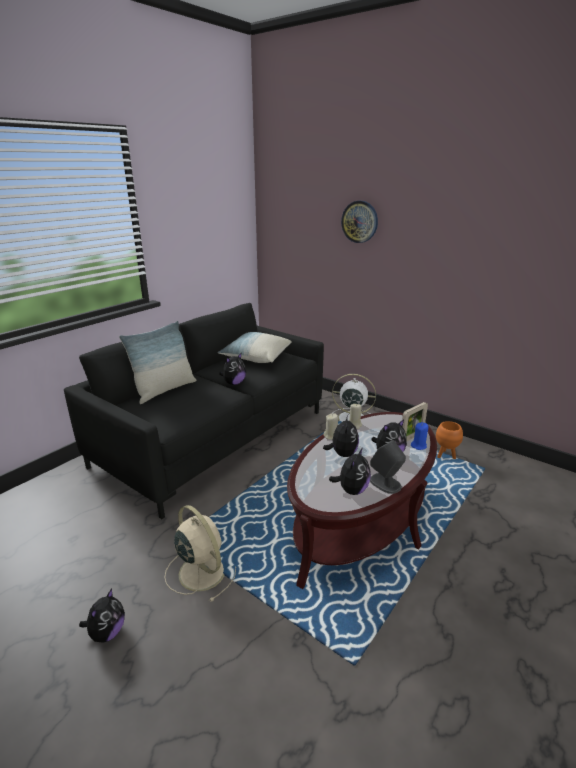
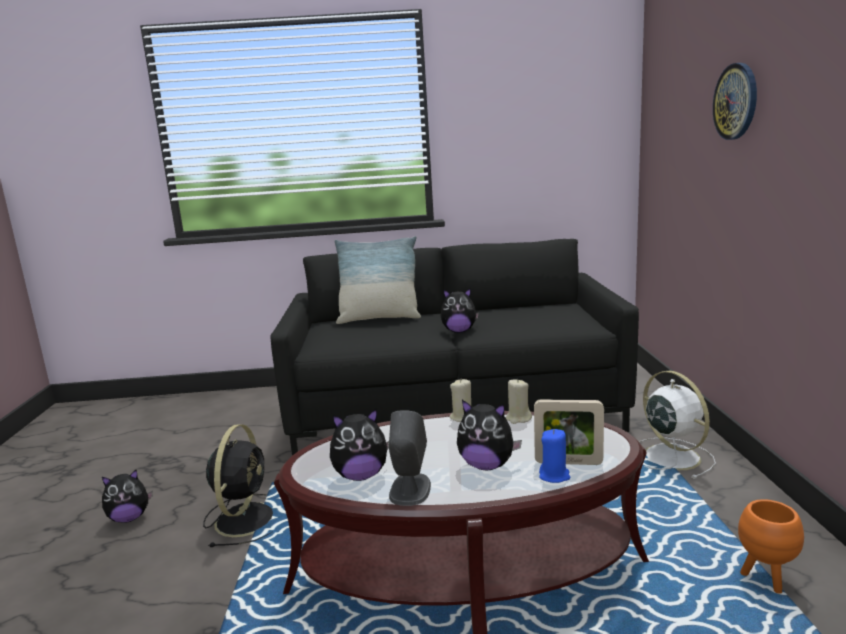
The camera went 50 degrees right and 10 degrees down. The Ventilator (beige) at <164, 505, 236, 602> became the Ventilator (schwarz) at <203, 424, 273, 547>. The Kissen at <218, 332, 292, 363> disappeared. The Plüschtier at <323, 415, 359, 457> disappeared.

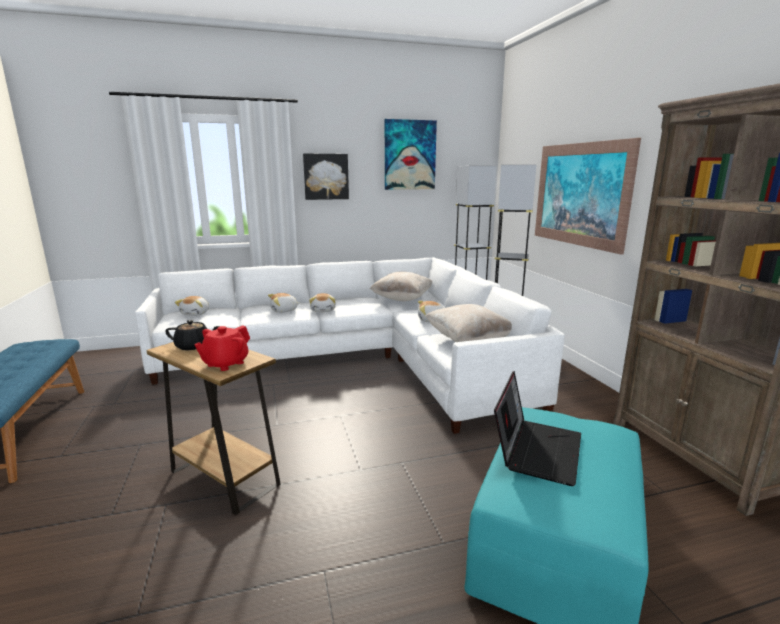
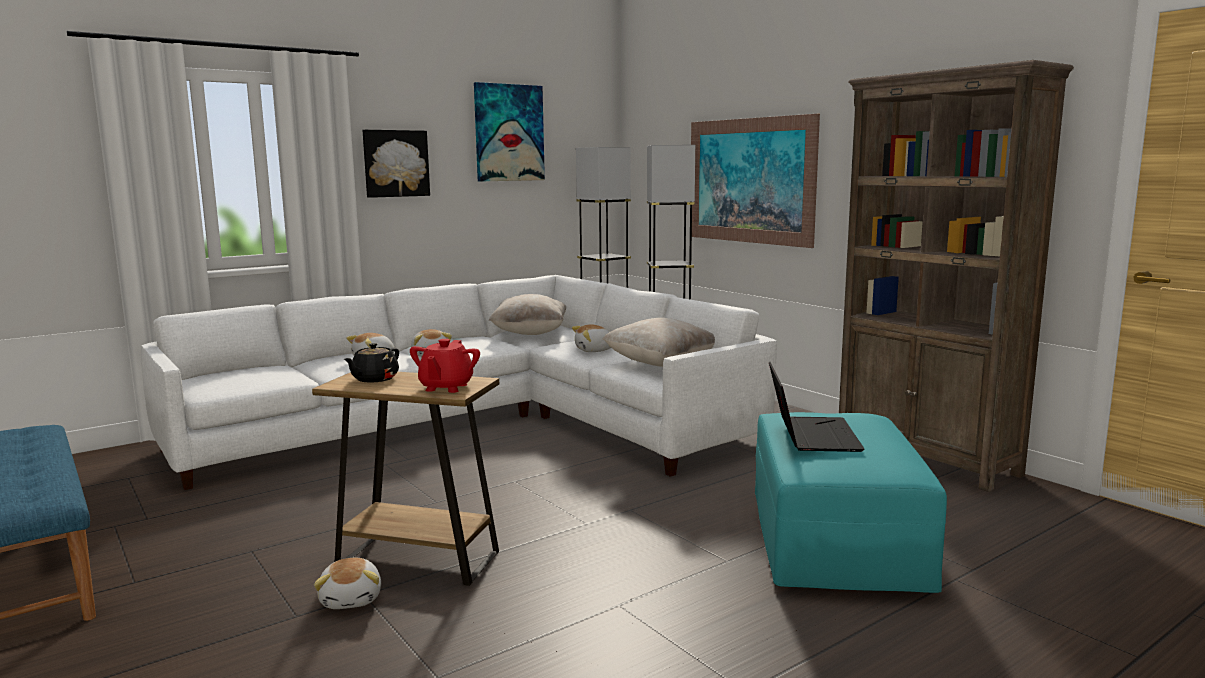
The camera went 20 degrees left and 5 degrees down. The Plüschtier moved from <175, 296, 209, 316> to <314, 558, 381, 609>. The Teekanne (schwarz) at <165, 320, 220, 351> turned 135 degrees clockwise.

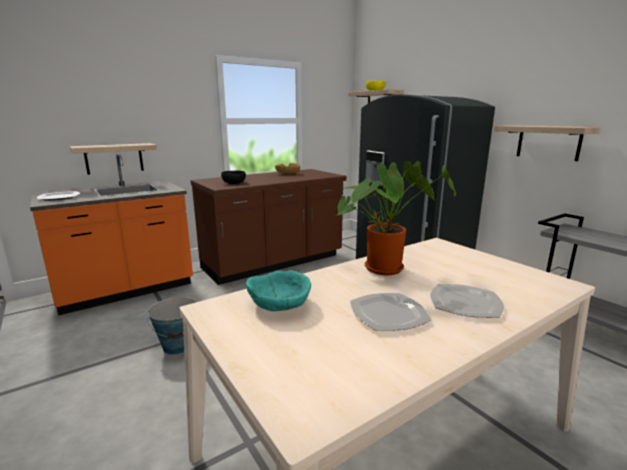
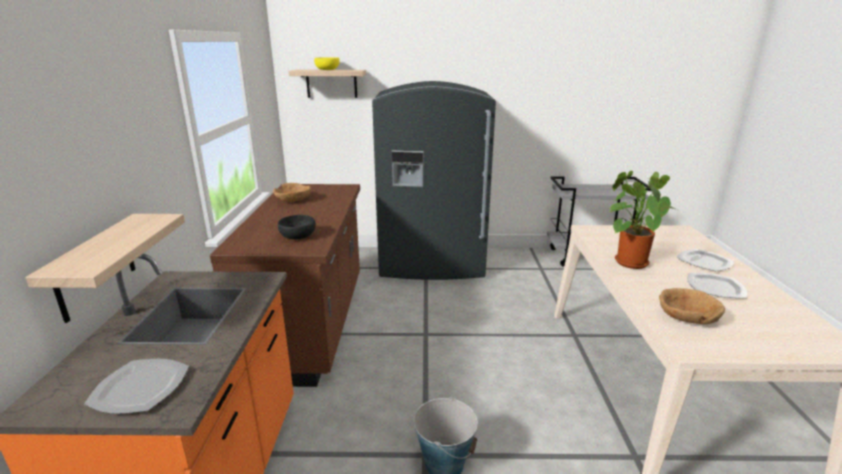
The camera went 55 degrees left and 5 degrees up. The Schüssel (türkis) at <246, 270, 311, 311> became the Schüssel (braun) at <659, 288, 725, 324>. The Wandregal at <494, 125, 600, 161> disappeared.

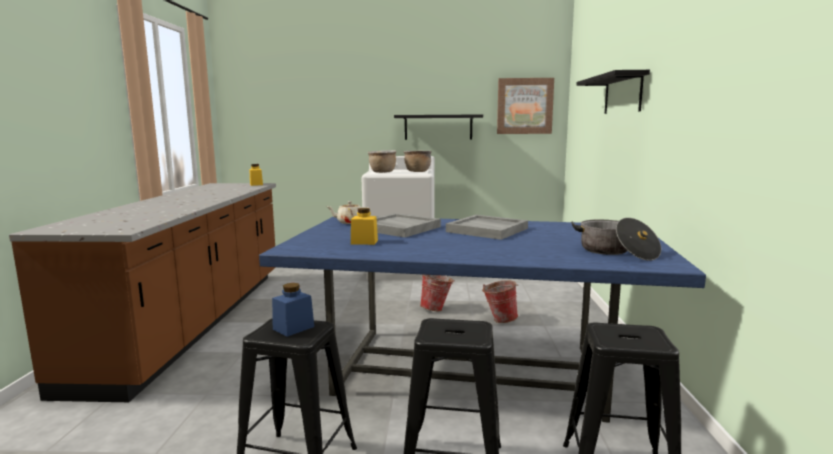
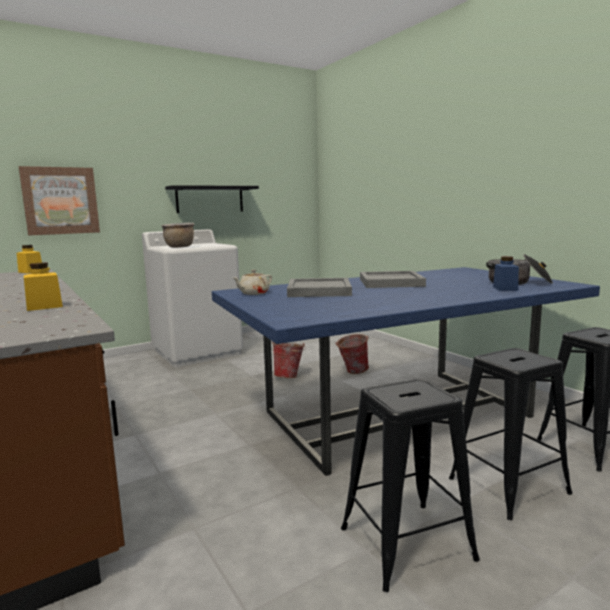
The camera went 35 degrees left and 0 degrees up. The Bild moved from <497, 78, 554, 134> to <19, 166, 100, 236>. The Vorratsglas (gelb) moved from <351, 208, 378, 245> to <24, 263, 63, 311>. The Vorratsglas (blau) moved from <272, 283, 314, 337> to <493, 256, 519, 291>. The Kochtopf (braun) at <403, 151, 432, 172> disappeared. The Wandregal (schwarz) at <576, 70, 650, 114> disappeared.

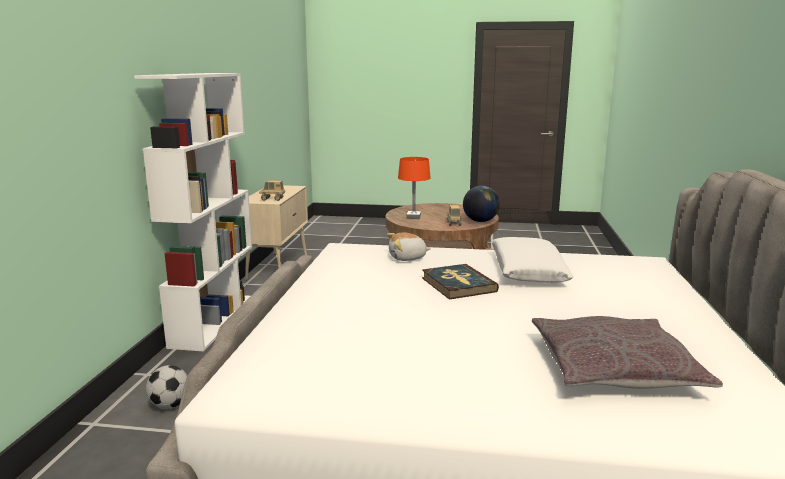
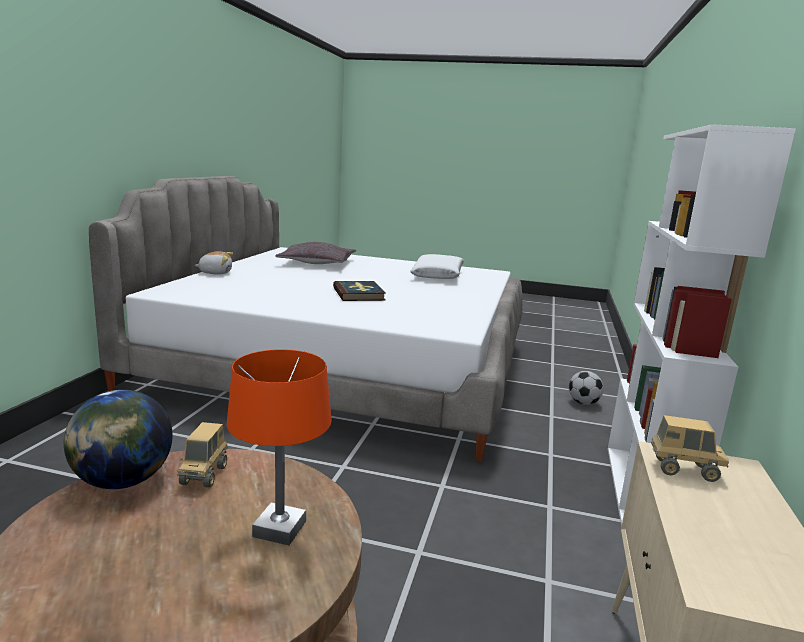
The camera went 175 degrees left and 0 degrees up. The Plüschtier moved from <387, 233, 431, 261> to <194, 251, 233, 274>. The Kissen (weiß) moved from <492, 237, 573, 283> to <410, 254, 464, 279>.

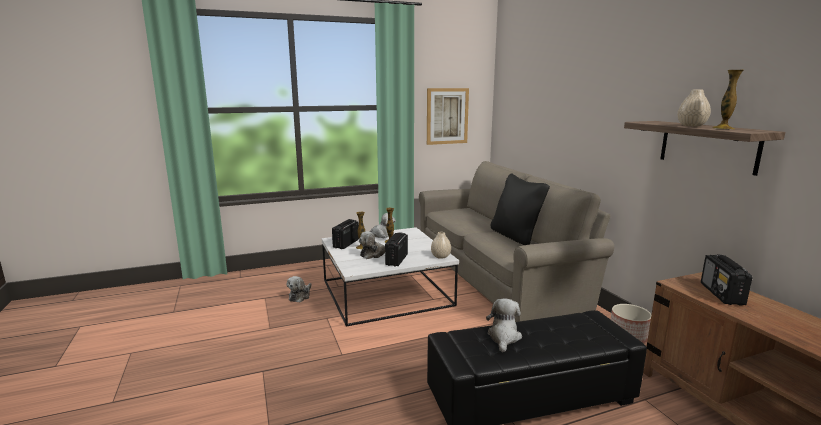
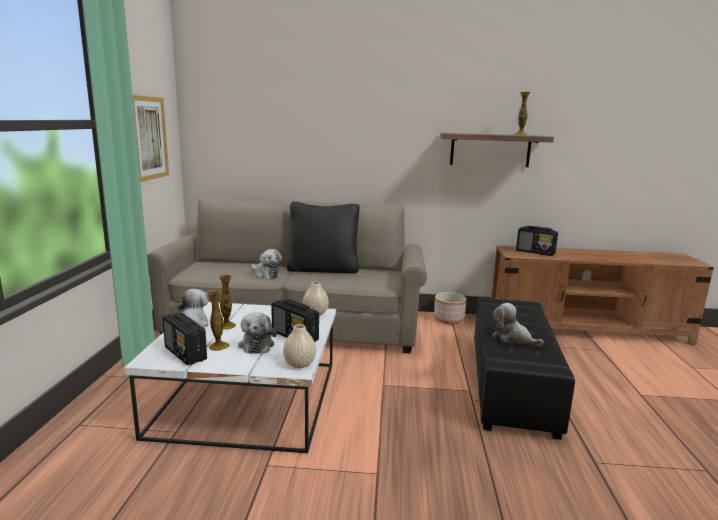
The camera went 65 degrees left and 0 degrees up. The Plüschtier moved from <287, 276, 311, 303> to <251, 249, 282, 279>. The Vase (beige) moved from <678, 89, 711, 126> to <283, 324, 316, 368>.

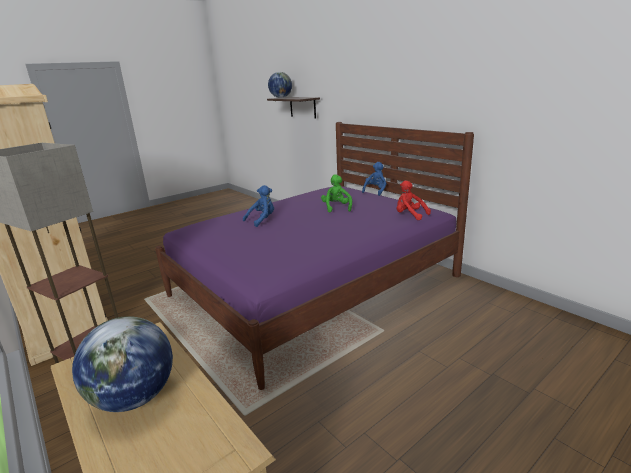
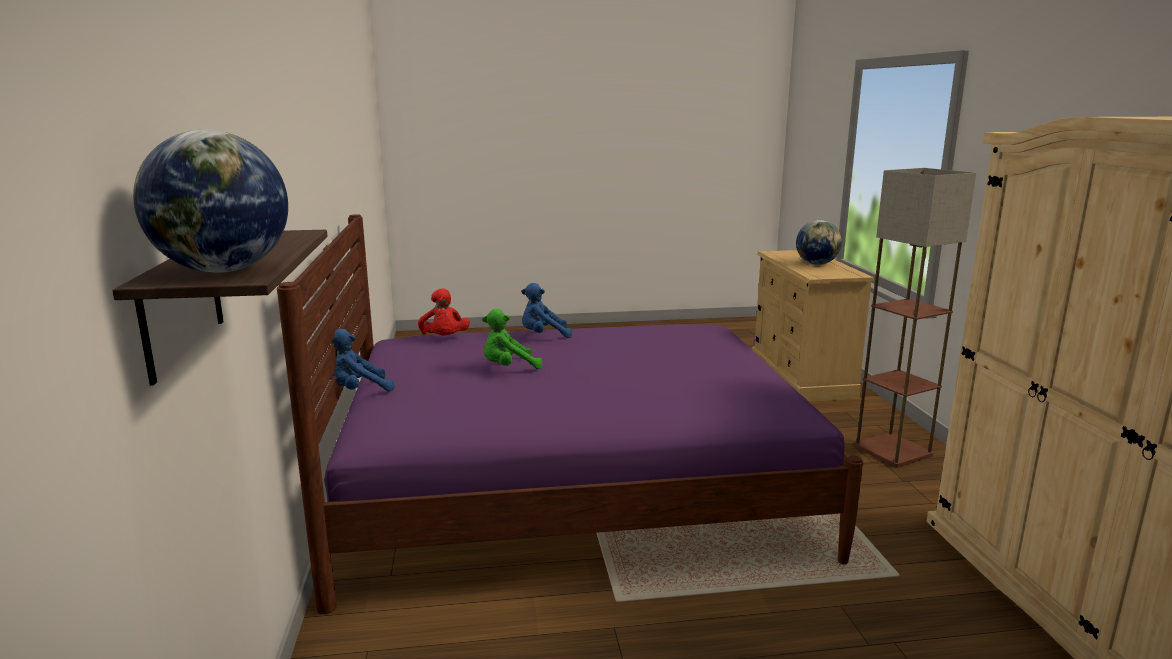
The camera went 150 degrees left and 5 degrees down. The Plüschtier (grün) at <321, 174, 352, 212> turned 45 degrees clockwise. The Plüschtier (blau) moved from <243, 185, 274, 227> to <521, 283, 572, 338>.

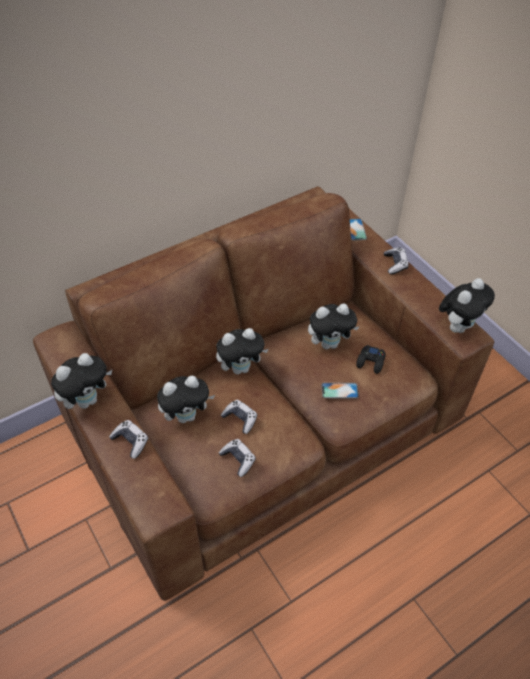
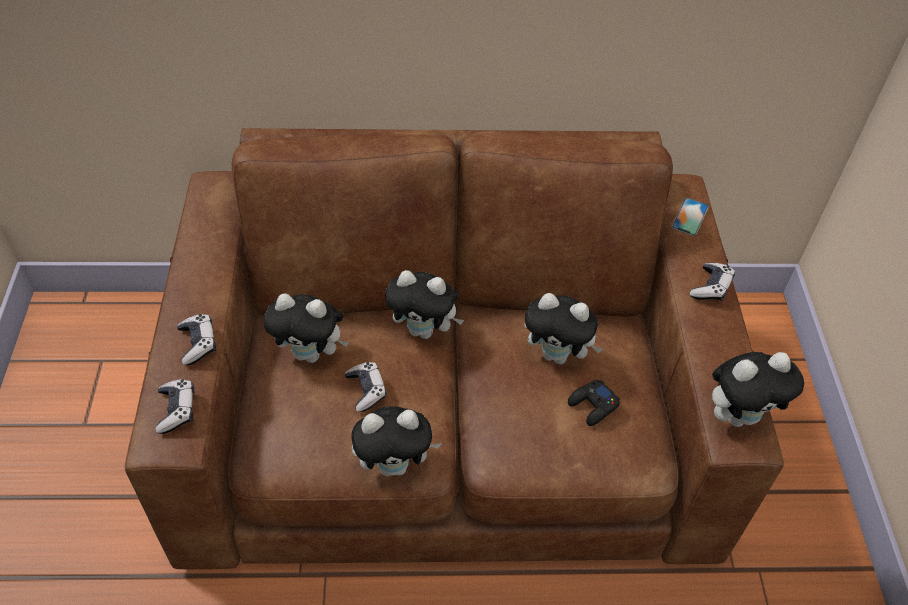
The camera went 30 degrees right and 0 degrees up. The Gamepad moved from <219, 439, 256, 477> to <155, 379, 195, 434>. The Plüschtier moved from <51, 353, 112, 409> to <352, 406, 442, 476>. The Handy at <321, 383, 359, 398> disappeared.

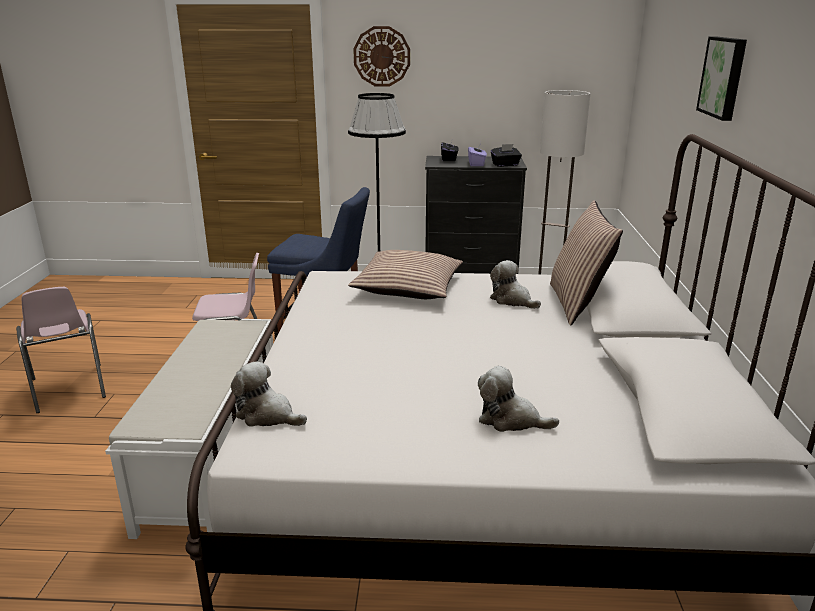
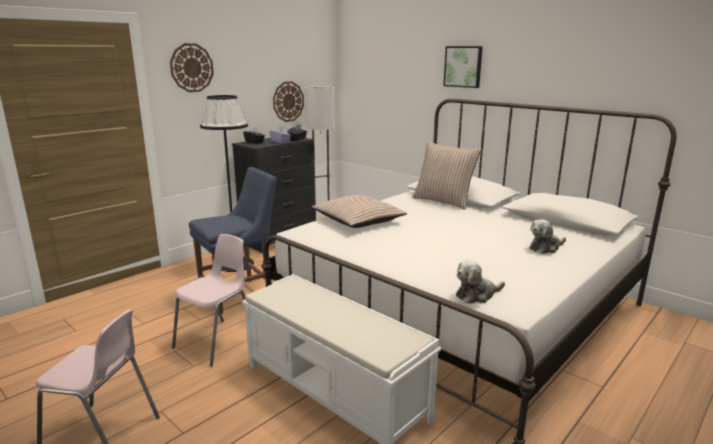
The camera went 50 degrees left and 5 degrees down. The Wanduhr at <273, 82, 304, 122> appeared. The Plüschtier at <490, 260, 541, 309> disappeared.

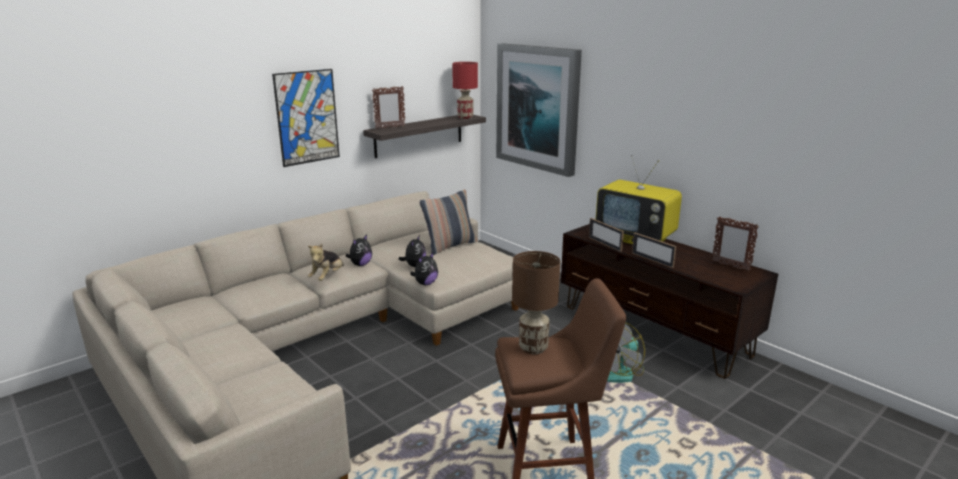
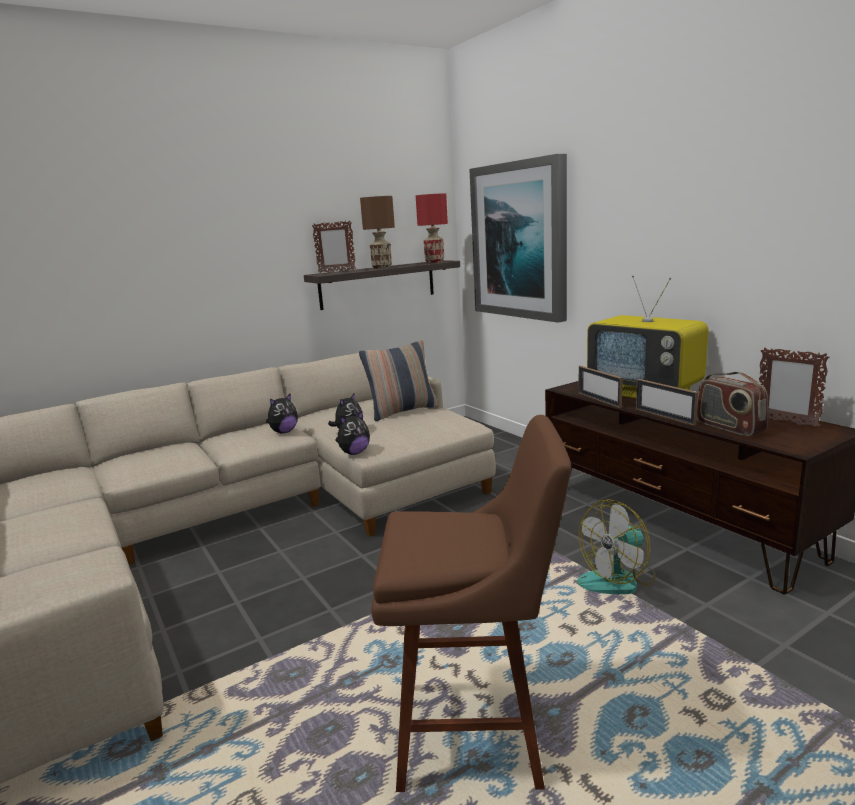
The camera went 10 degrees right and 5 degrees down. The Tischlampe (braun) moved from <512, 251, 560, 354> to <360, 196, 395, 269>. The Radio at <697, 372, 768, 436> appeared. The Bild at <272, 69, 340, 167> disappeared. The Plüschtier at <308, 243, 344, 281> disappeared.

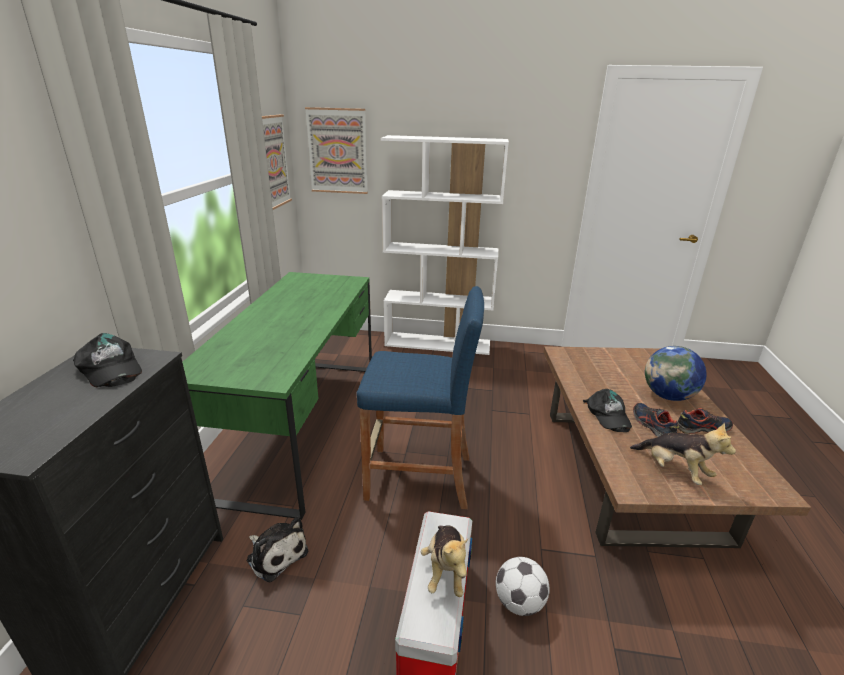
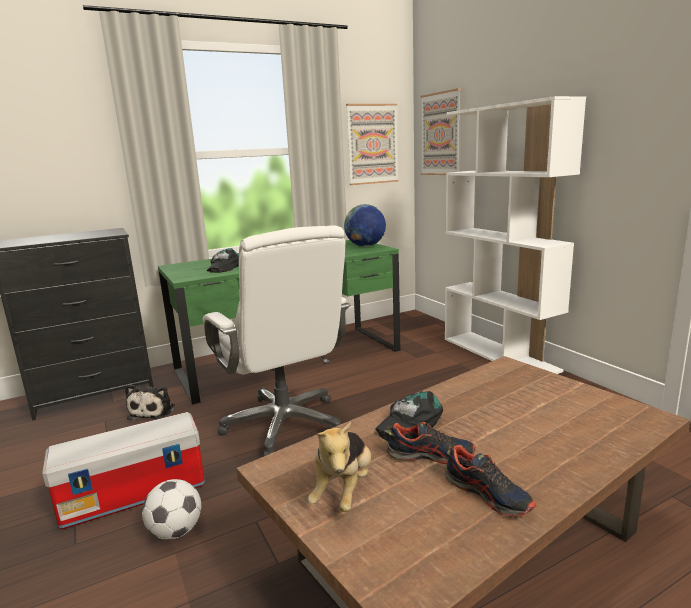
The camera went 55 degrees right and 10 degrees down. The Hocker (blau) at <356, 286, 484, 509> was replaced by the Bürostuhl (weiß) at <203, 226, 350, 457>. The Kappe (schwarz) moved from <73, 333, 142, 387> to <207, 248, 239, 273>. The Globus moved from <645, 346, 707, 401> to <344, 204, 386, 247>. The Schuh at <633, 403, 679, 437> turned 60 degrees clockwise. The Plüschtier at <421, 525, 468, 597> disappeared.

